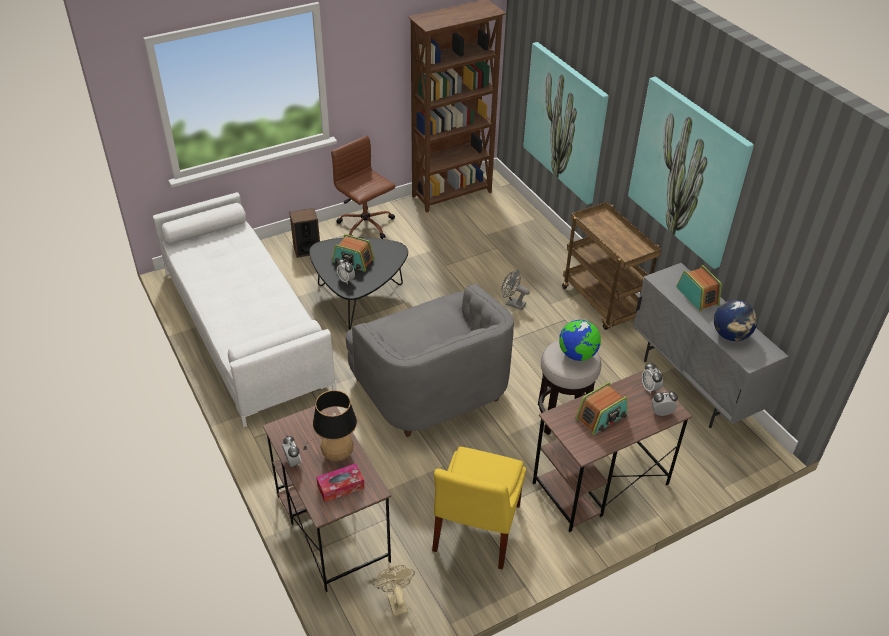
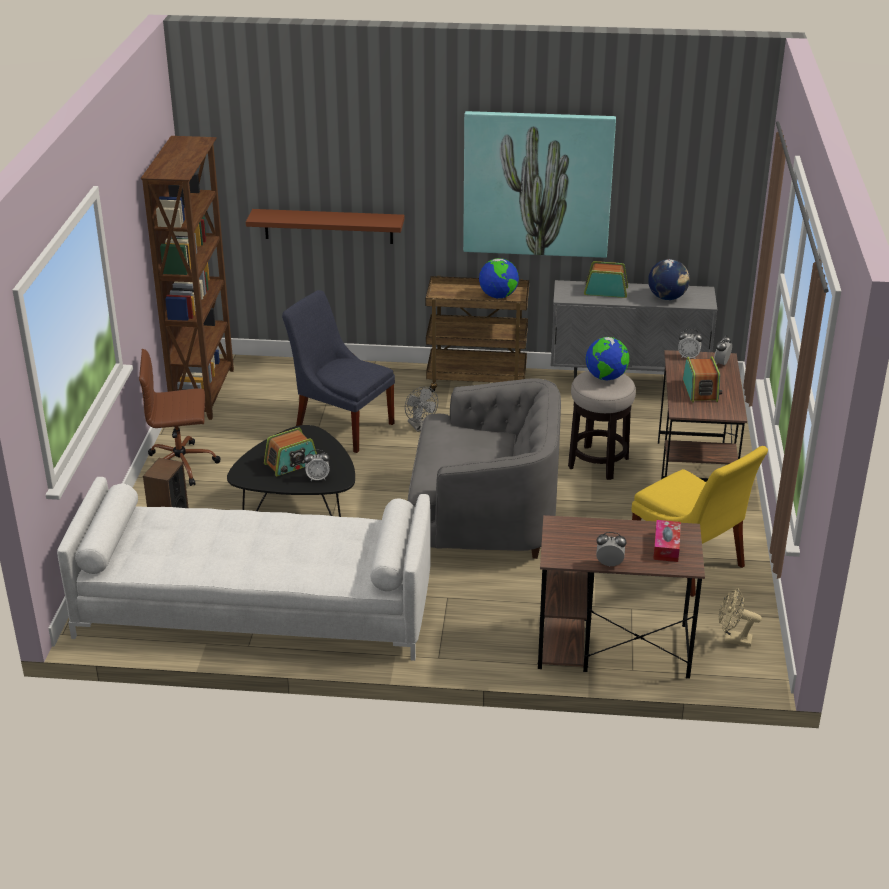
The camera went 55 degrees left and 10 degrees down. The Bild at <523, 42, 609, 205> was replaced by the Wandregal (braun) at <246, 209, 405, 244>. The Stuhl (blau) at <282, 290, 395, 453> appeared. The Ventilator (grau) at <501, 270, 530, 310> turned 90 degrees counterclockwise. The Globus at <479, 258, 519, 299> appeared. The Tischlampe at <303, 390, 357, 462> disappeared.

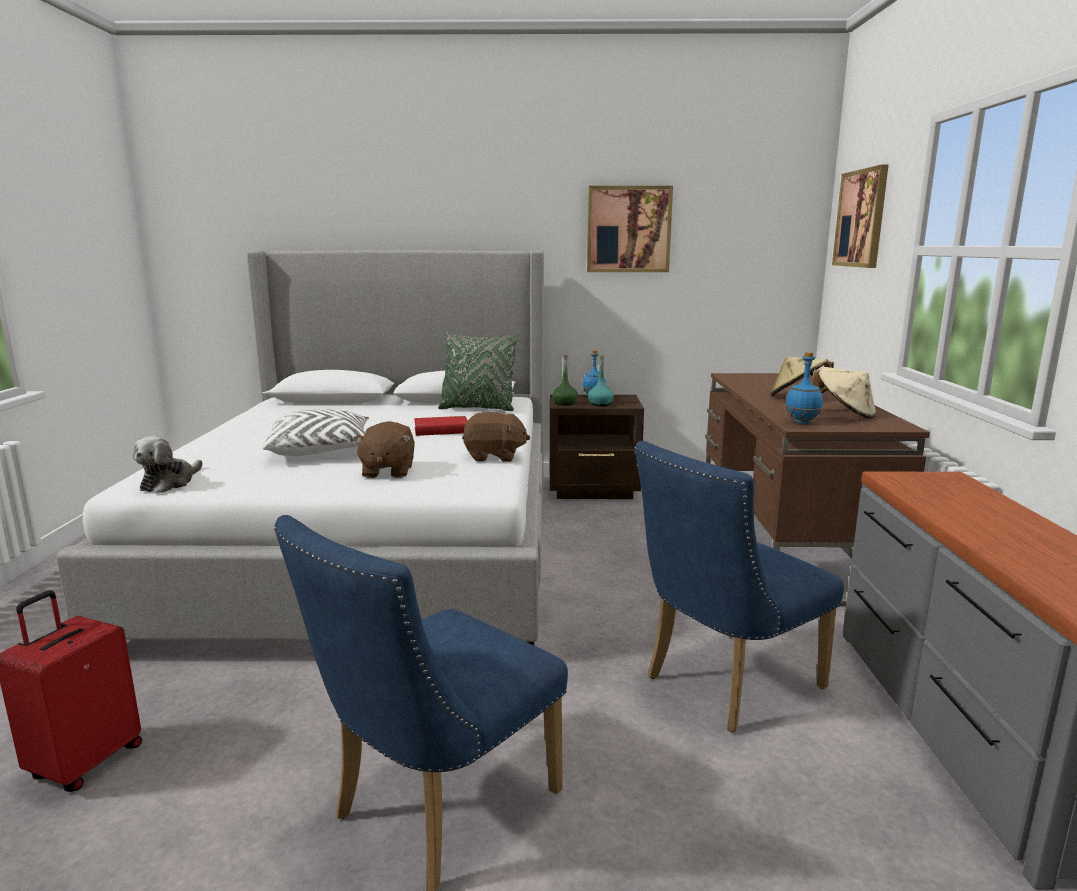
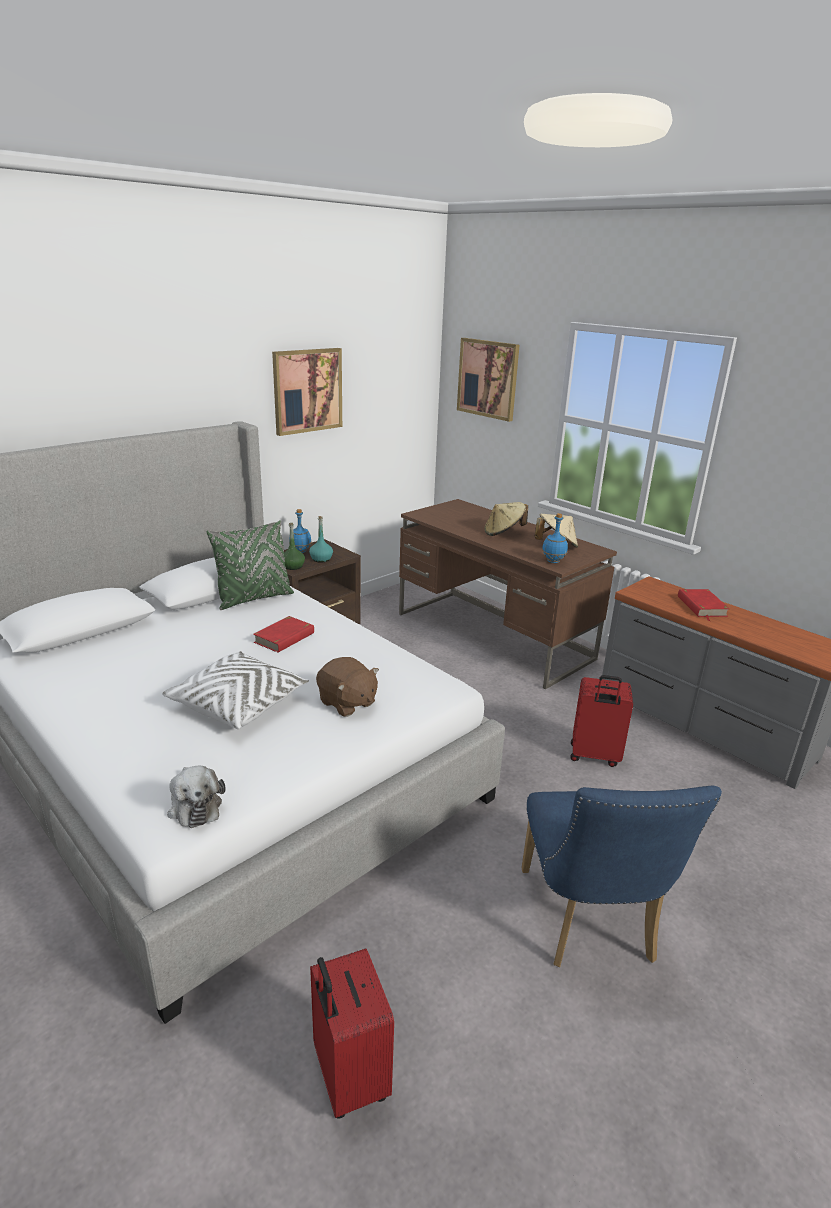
The camera went 45 degrees left and 10 degrees up. The Stuhl (blau) at <635, 441, 844, 733> was replaced by the Koffer (rot) at <570, 675, 633, 767>. The Buch (rot) at <678, 589, 730, 621> appeared. The Plüschtier (braun) at <462, 412, 530, 462> disappeared.

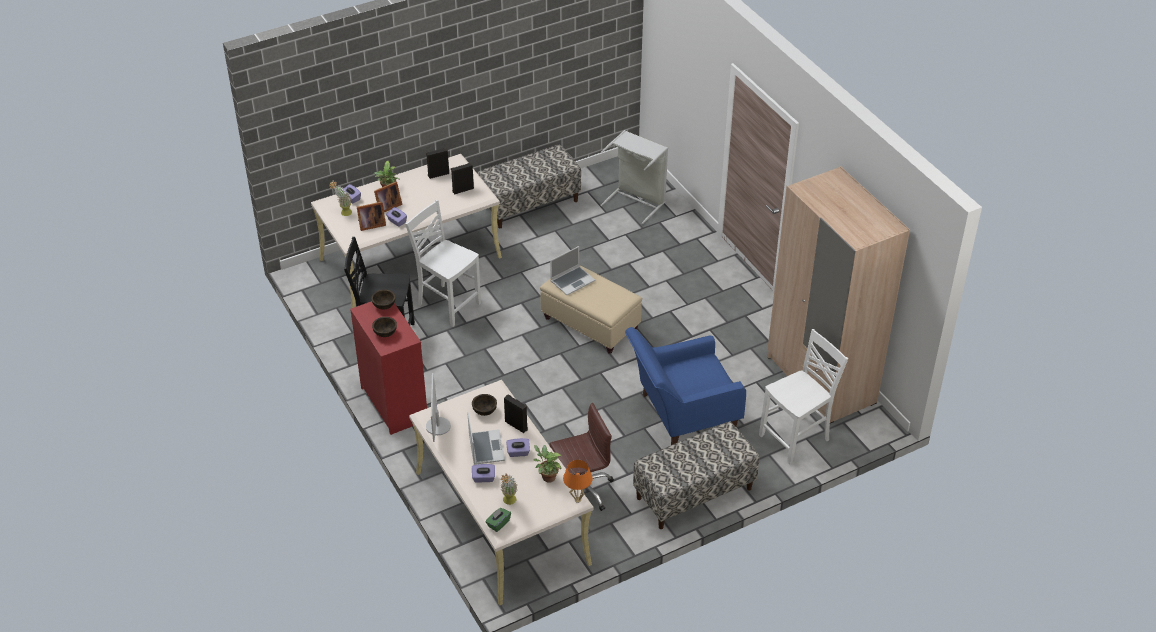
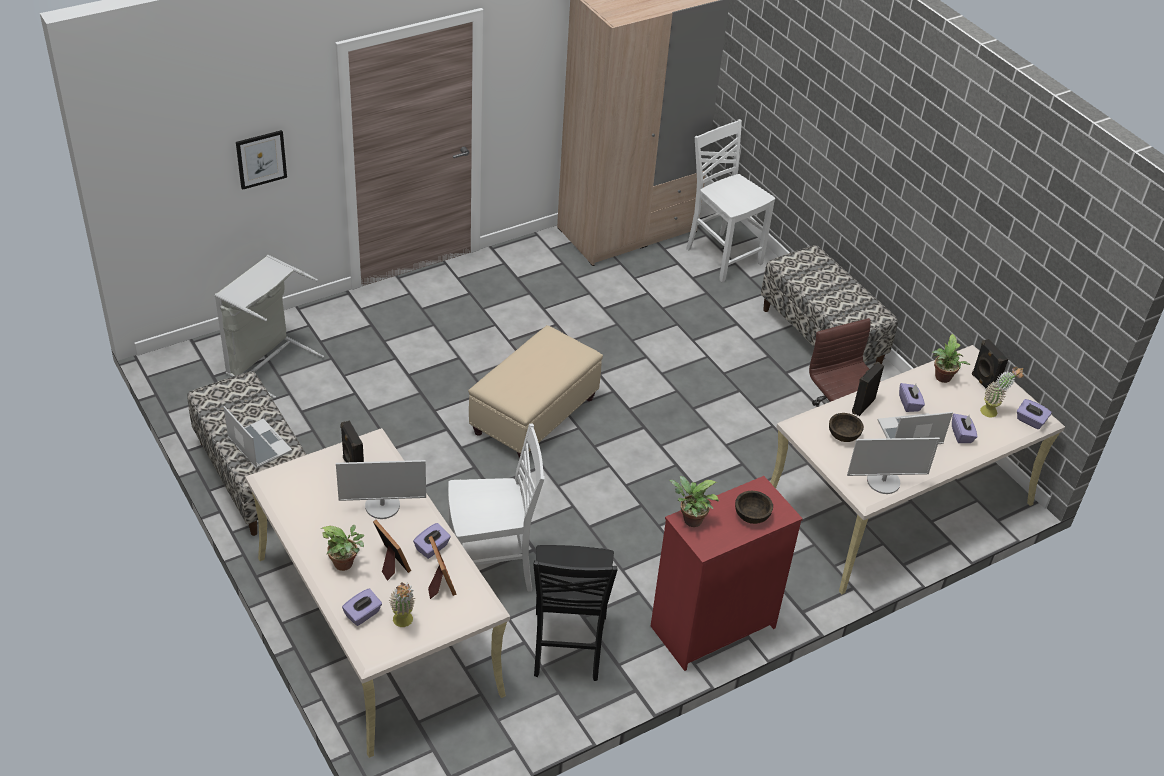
The camera went 95 degrees left and 0 degrees up. The Laptop moved from <550, 246, 595, 295> to <224, 406, 292, 469>. The Bild at <236, 130, 287, 190> appeared. The Monitor at <336, 460, 426, 519> appeared. The Stuhl (weiß) at <405, 200, 481, 327> turned 135 degrees counterclockwise. The Schüssel (braun) at <371, 289, 396, 310> was replaced by the Topfpflanze at <669, 476, 719, 527>. The Lautsprecher (schwarz) moved from <426, 148, 449, 179> to <972, 339, 1008, 389>. The Taschentuchbox (grün) at <485, 508, 511, 532> became the Taschentuchbox (lila) at <1017, 399, 1052, 429>. The Tischlampe (orange) at <563, 460, 593, 503> disappeared. The Sessel (blau) at <625, 327, 746, 445> disappeared.

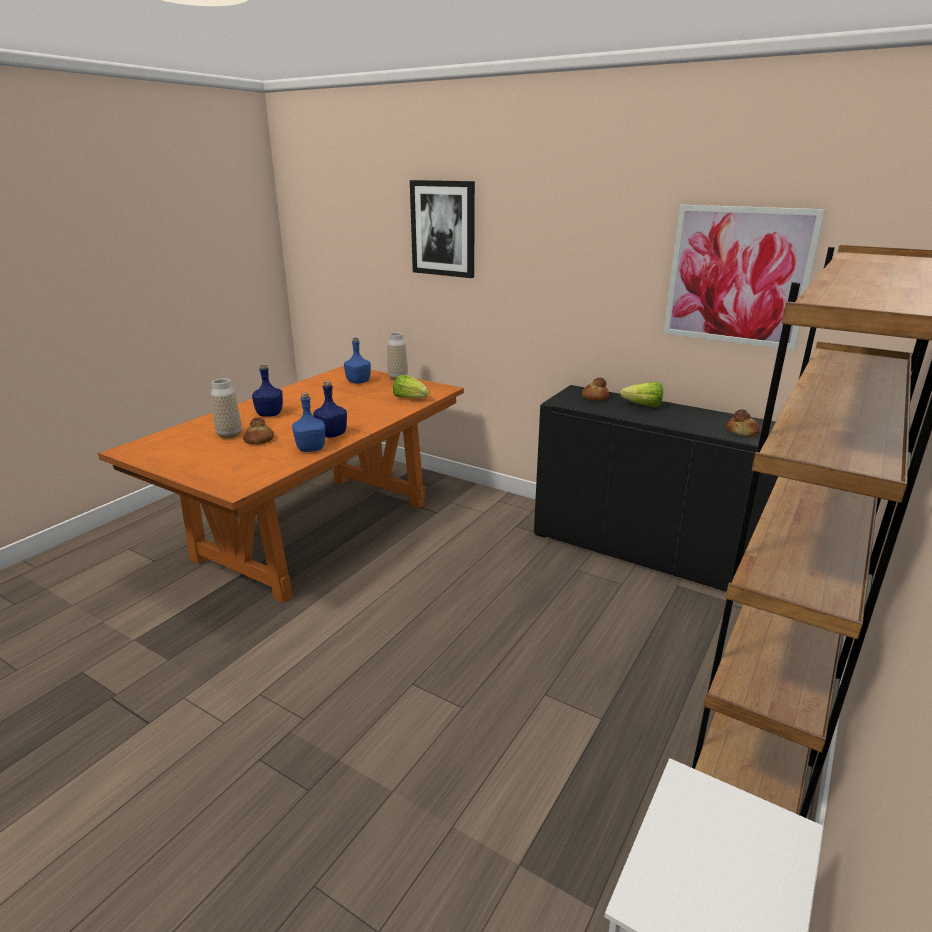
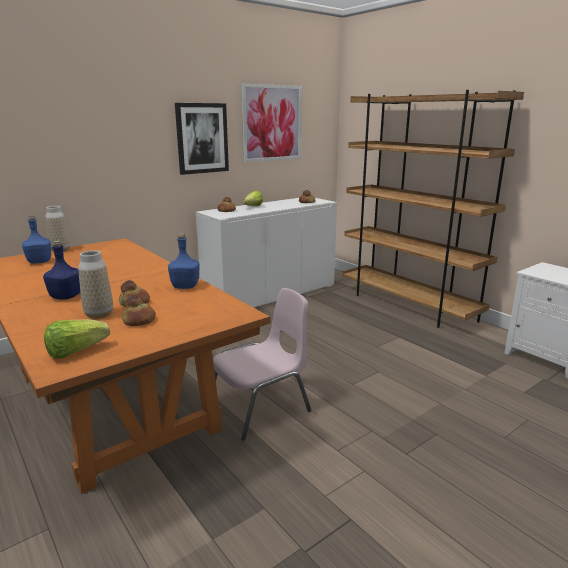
The camera went 70 degrees left and 5 degrees down. The Salatkopf moved from <393, 375, 429, 398> to <44, 319, 110, 359>. The Brot at <122, 295, 156, 326> appeared. The Bild moved from <410, 180, 475, 278> to <175, 103, 229, 175>. The Schrank (schwarz) at <534, 385, 777, 592> became the Schrank (weiß) at <196, 198, 337, 308>. The Stuhl (rosa) at <213, 288, 311, 441> appeared. The Flasche (blau) at <313, 381, 347, 438> disappeared.

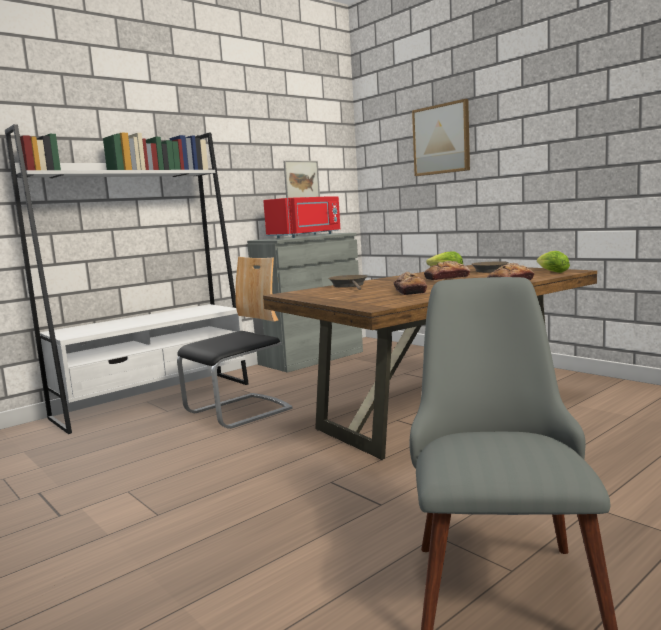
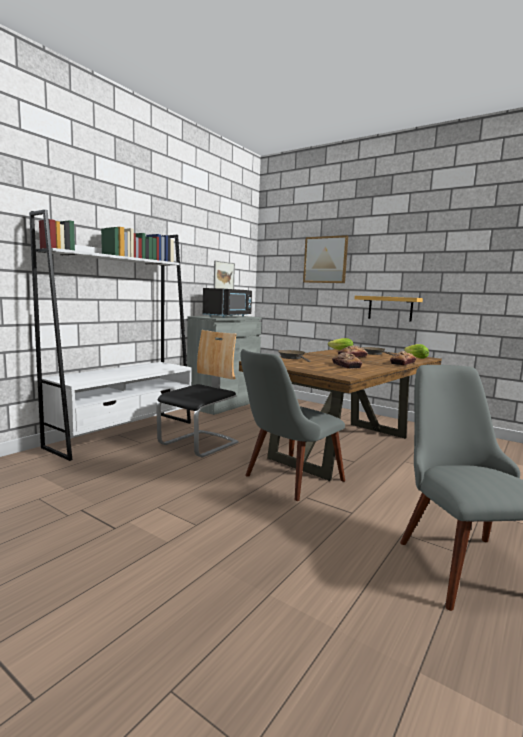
The camera went 15 degrees left and 0 degrees up. The Mikrowelle (rot) at <263, 196, 340, 238> became the Mikrowelle (schwarz) at <203, 288, 252, 318>. The Stuhl (grau) at <240, 349, 345, 501> appeared. The Wandregal at <355, 296, 423, 322> appeared.

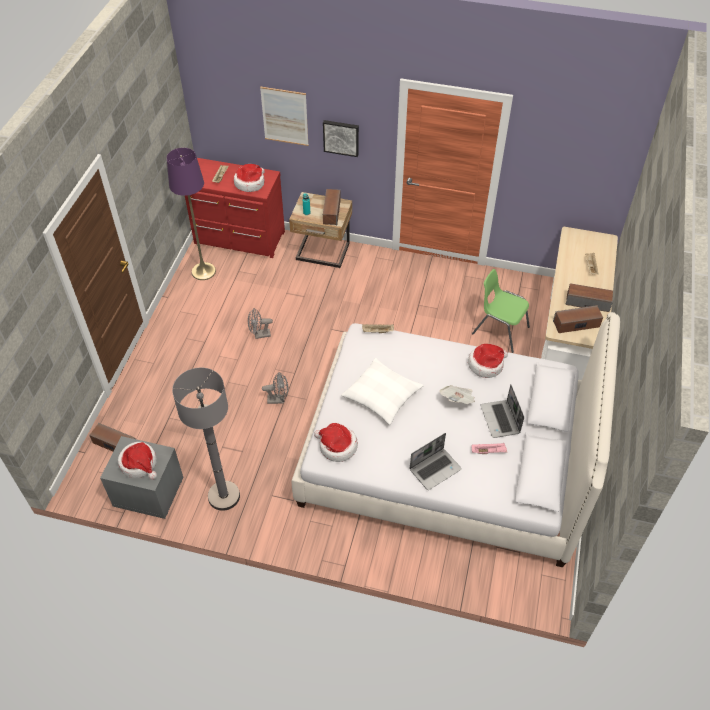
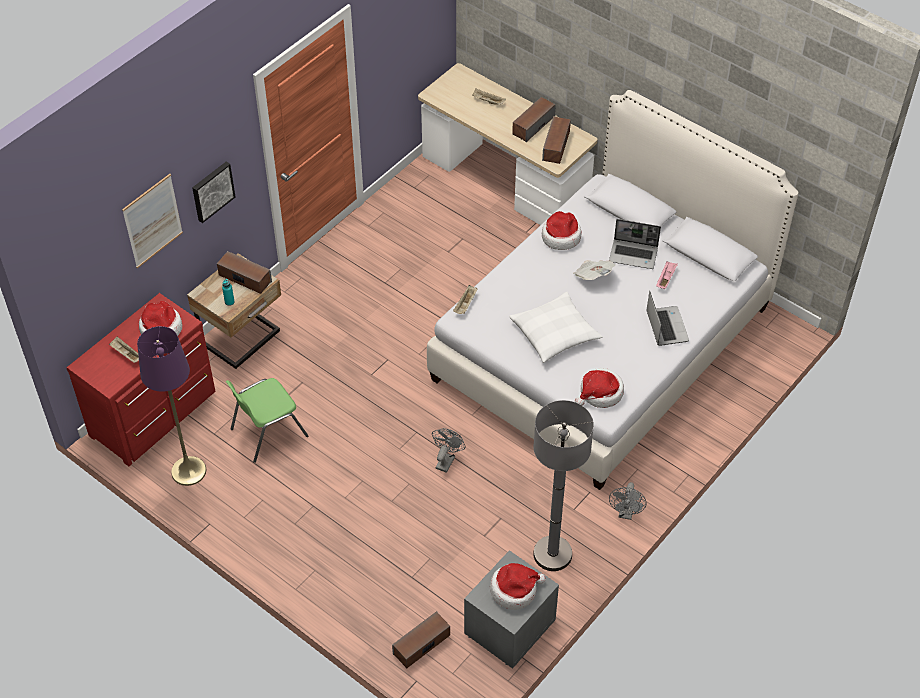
The camera went 65 degrees left and 0 degrees up. The Stuhl (grün) moved from <472, 269, 530, 353> to <226, 378, 308, 463>. The Ventilator (grau) moved from <248, 308, 273, 339> to <609, 482, 646, 520>.

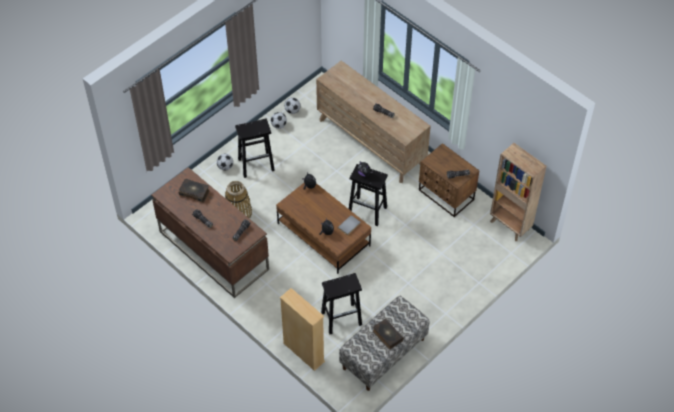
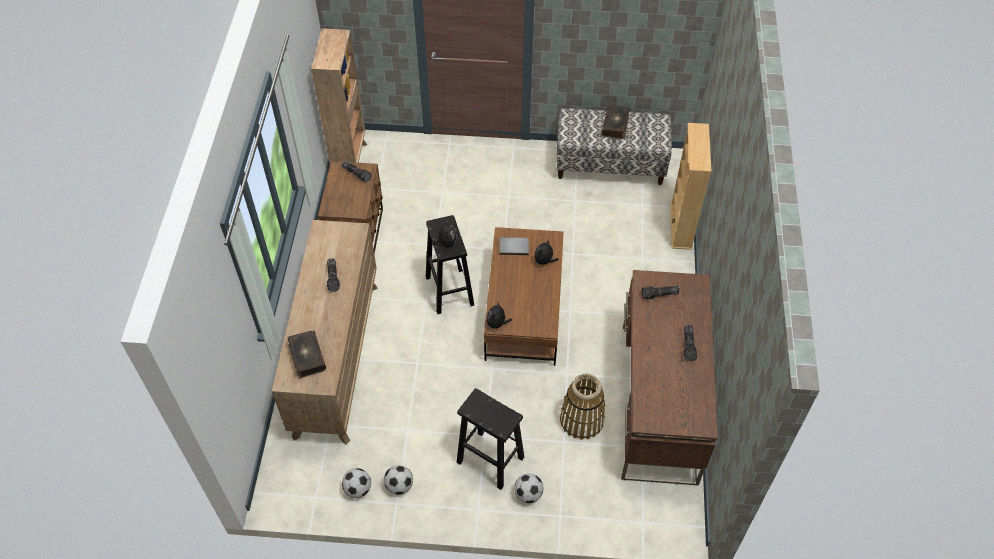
The camera went 130 degrees left and 0 degrees up. The Buch moved from <179, 179, 210, 202> to <287, 330, 326, 378>. The Hocker (schwarz) at <321, 273, 362, 334> disappeared.

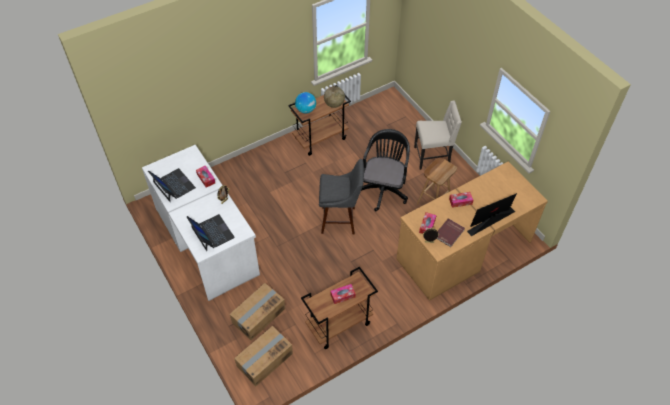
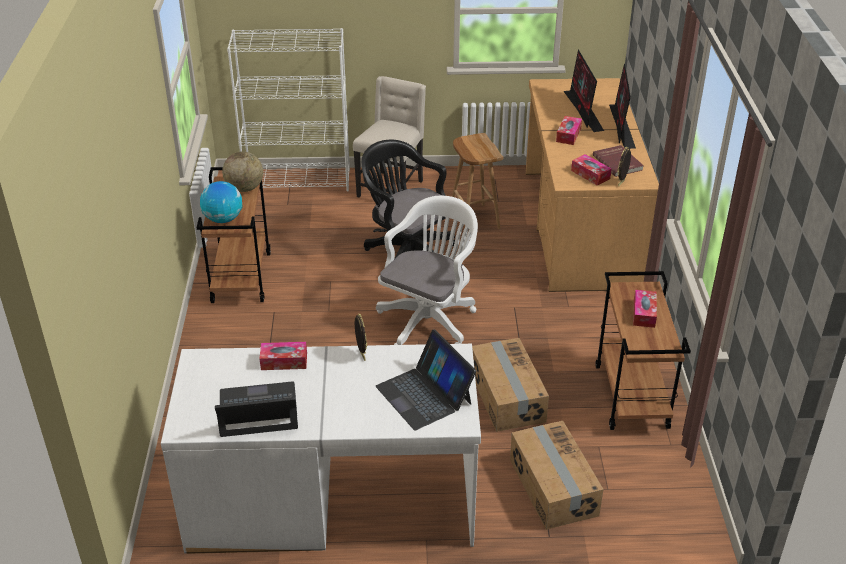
The camera went 60 degrees left and 15 degrees down. The Bücherregal (weiß) at <227, 28, 350, 192> appeared. The Hocker (grau) at <319, 159, 364, 234> was replaced by the Bürostuhl (weiß) at <376, 196, 478, 345>. The Laptop at <187, 214, 235, 251> turned 120 degrees counterclockwise. The Karton moved from <234, 326, 293, 387> to <472, 338, 549, 432>. The Monitor at <563, 49, 604, 132> appeared.

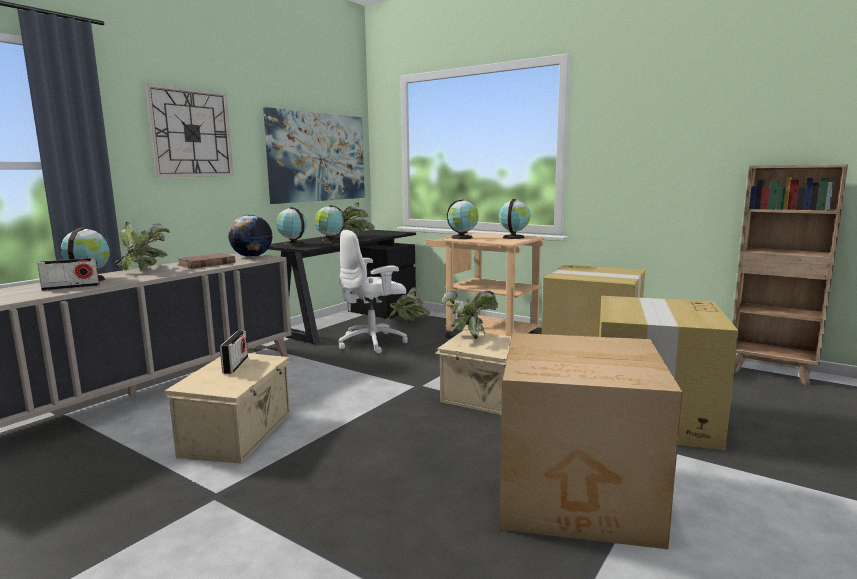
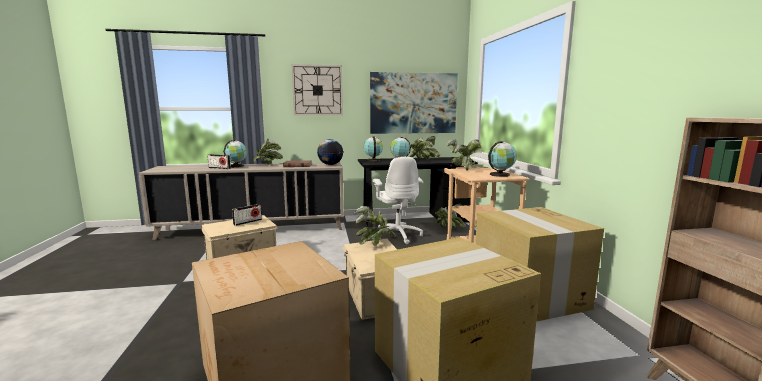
The camera went 45 degrees right and 0 degrees up. The Bürostuhl (weiß) at <339, 230, 408, 354> turned 120 degrees counterclockwise. The Globus at <447, 199, 479, 239> was replaced by the Topfpflanze at <447, 140, 482, 171>.

